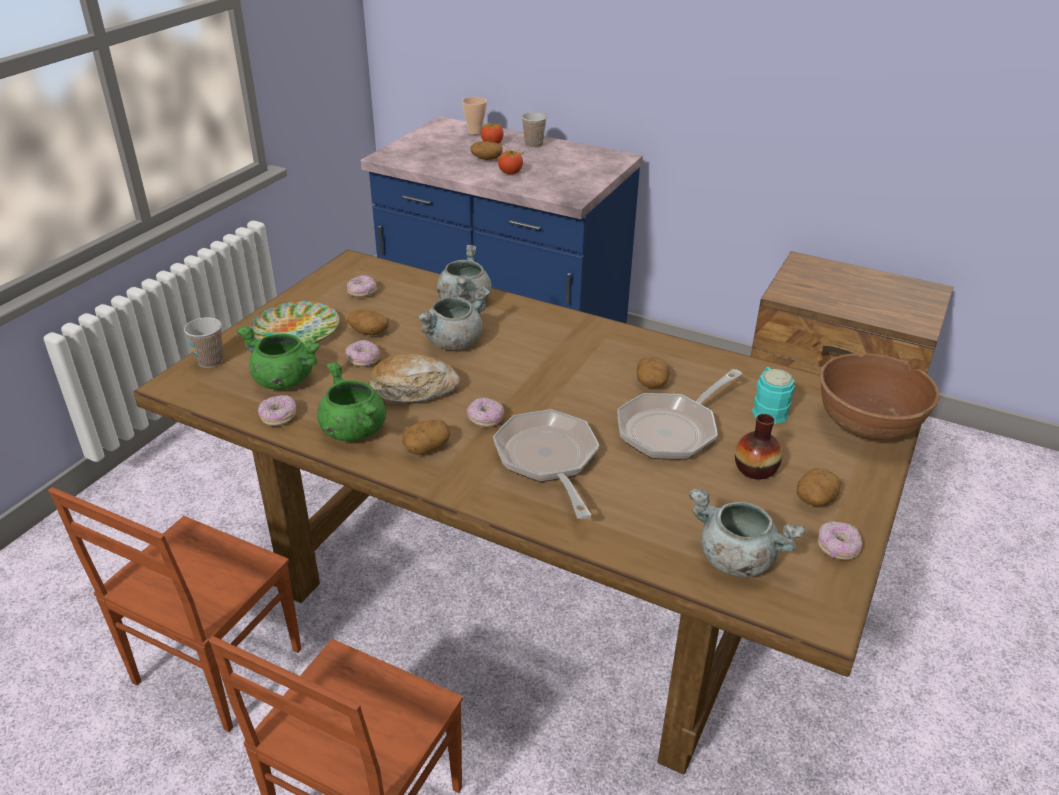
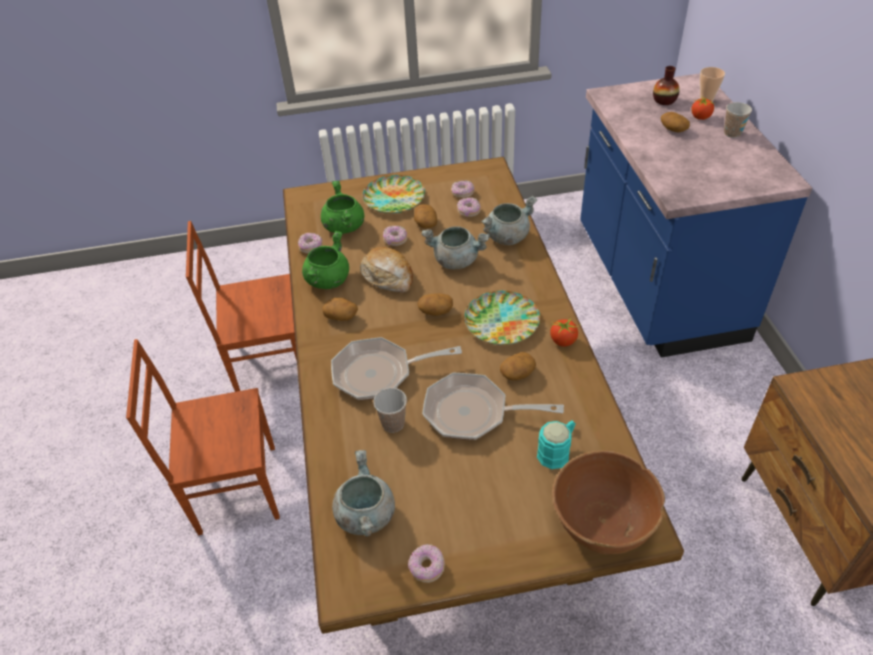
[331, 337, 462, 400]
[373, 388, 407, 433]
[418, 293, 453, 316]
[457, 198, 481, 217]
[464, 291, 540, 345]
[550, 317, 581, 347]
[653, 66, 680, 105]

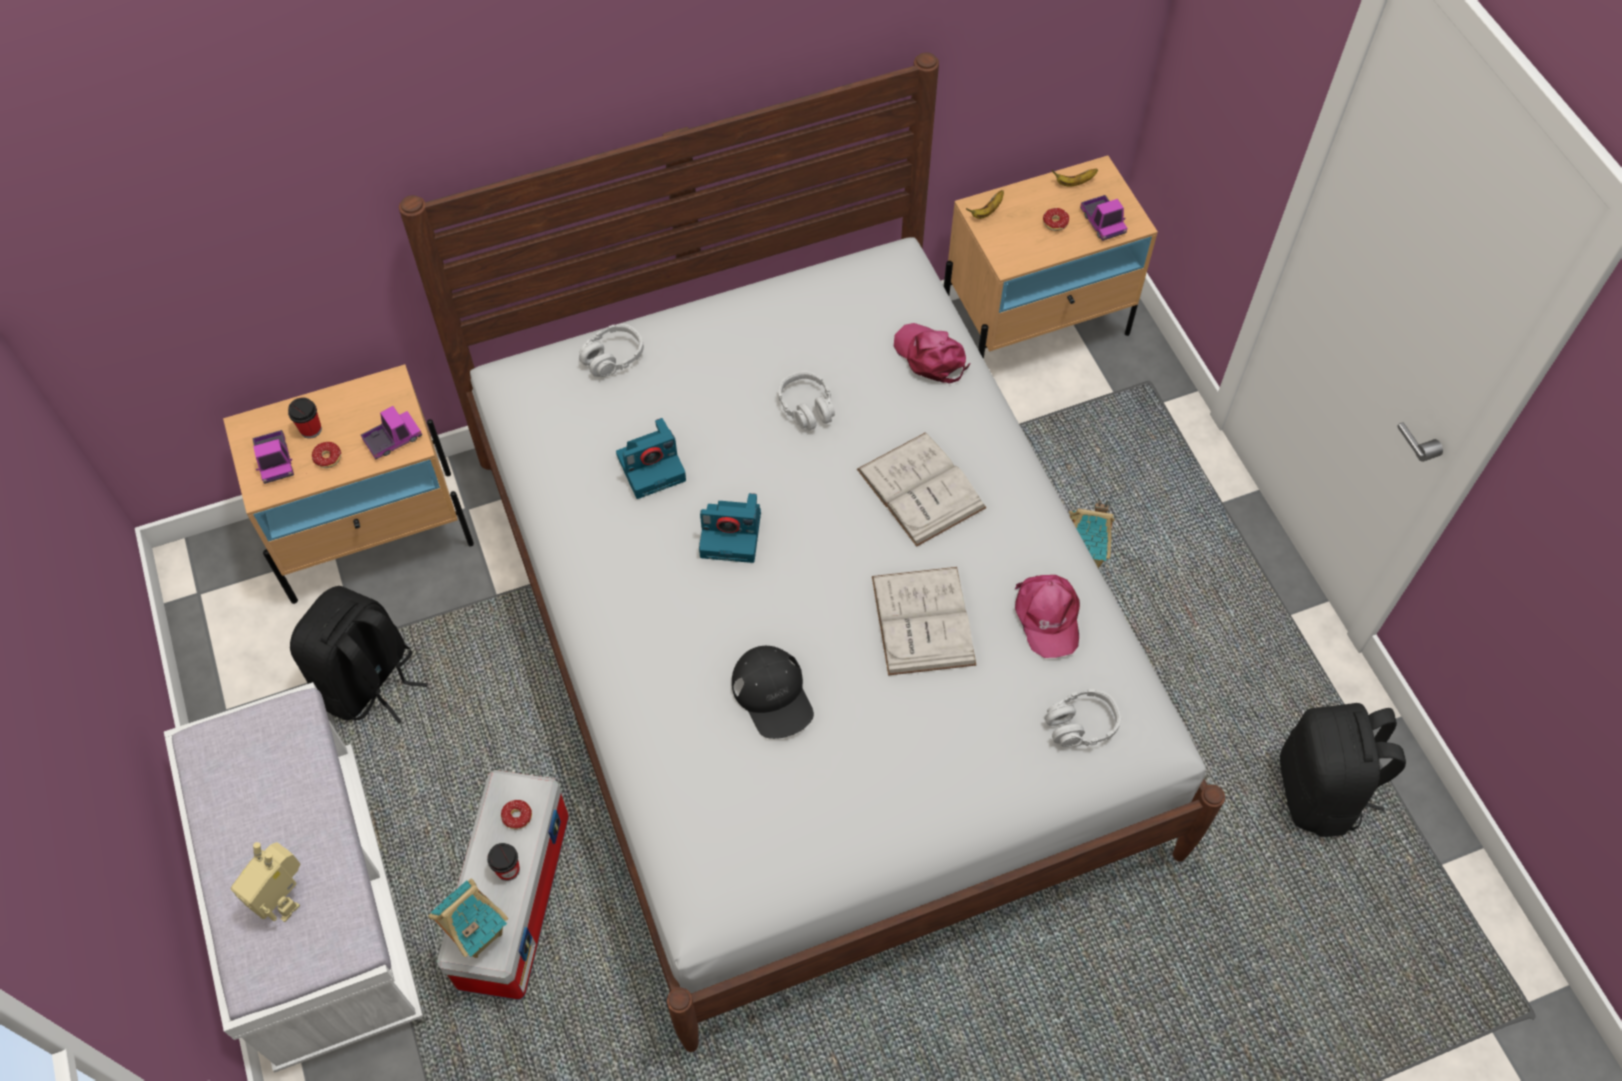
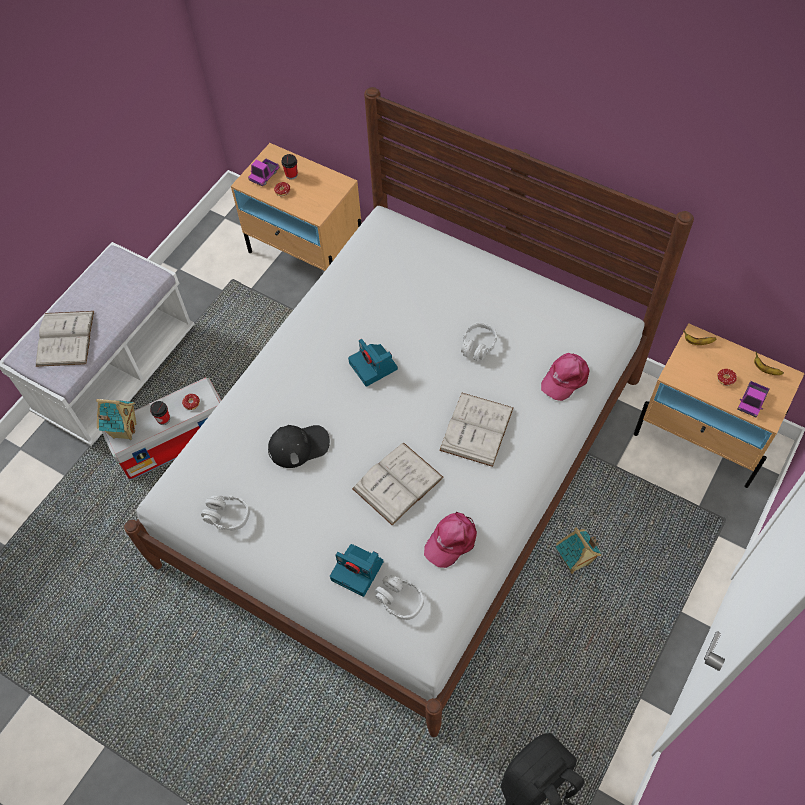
[36, 311, 94, 367]
[201, 495, 250, 531]
[268, 425, 330, 468]
[330, 544, 384, 597]
[541, 353, 590, 401]
[290, 586, 428, 724] (first image)
[361, 406, 422, 459] (first image)

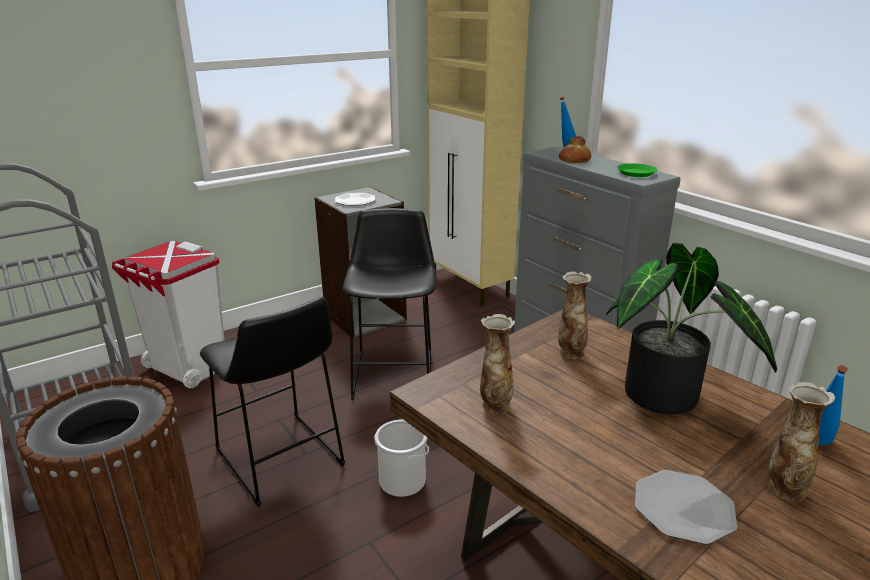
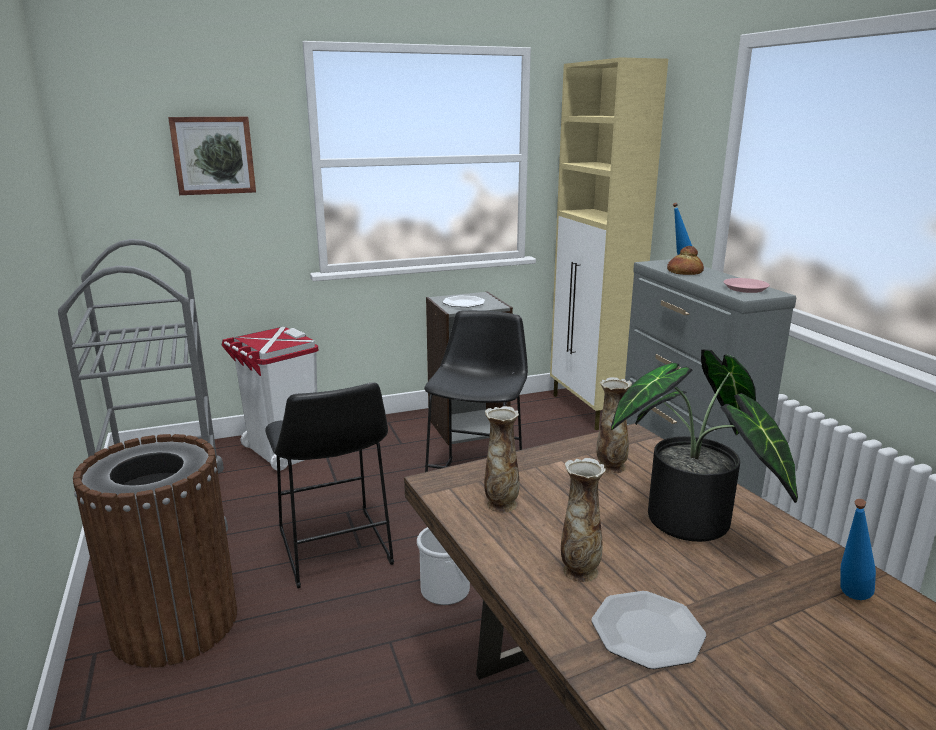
[168, 117, 256, 195]
[561, 458, 606, 582]
[724, 278, 770, 293]

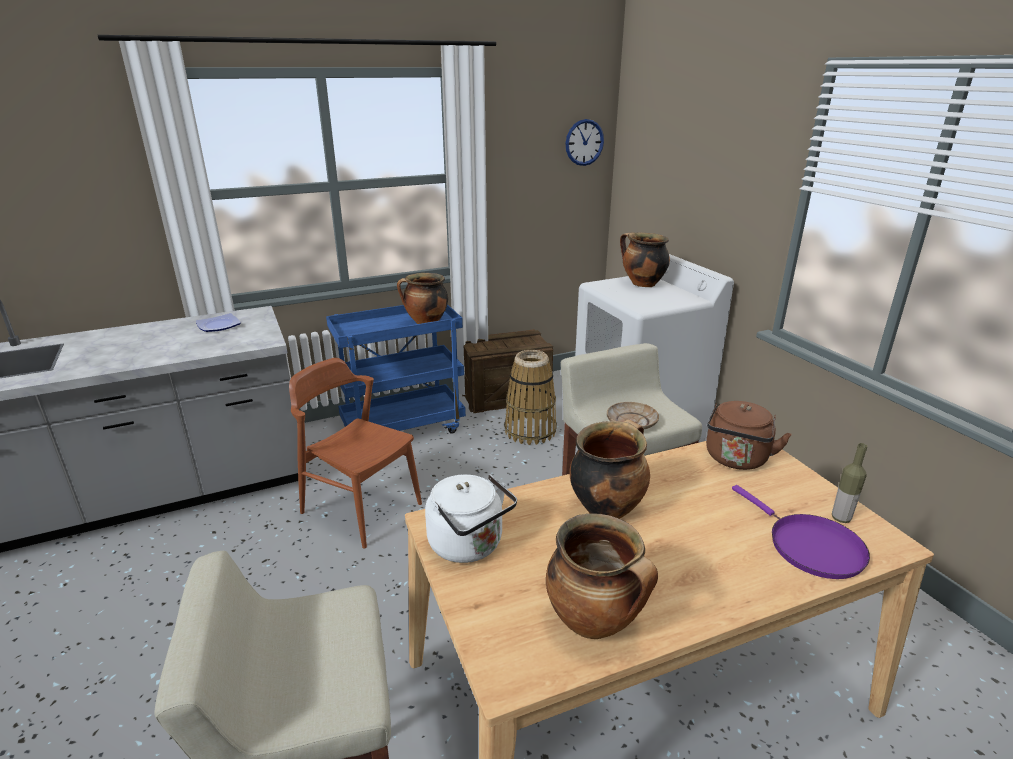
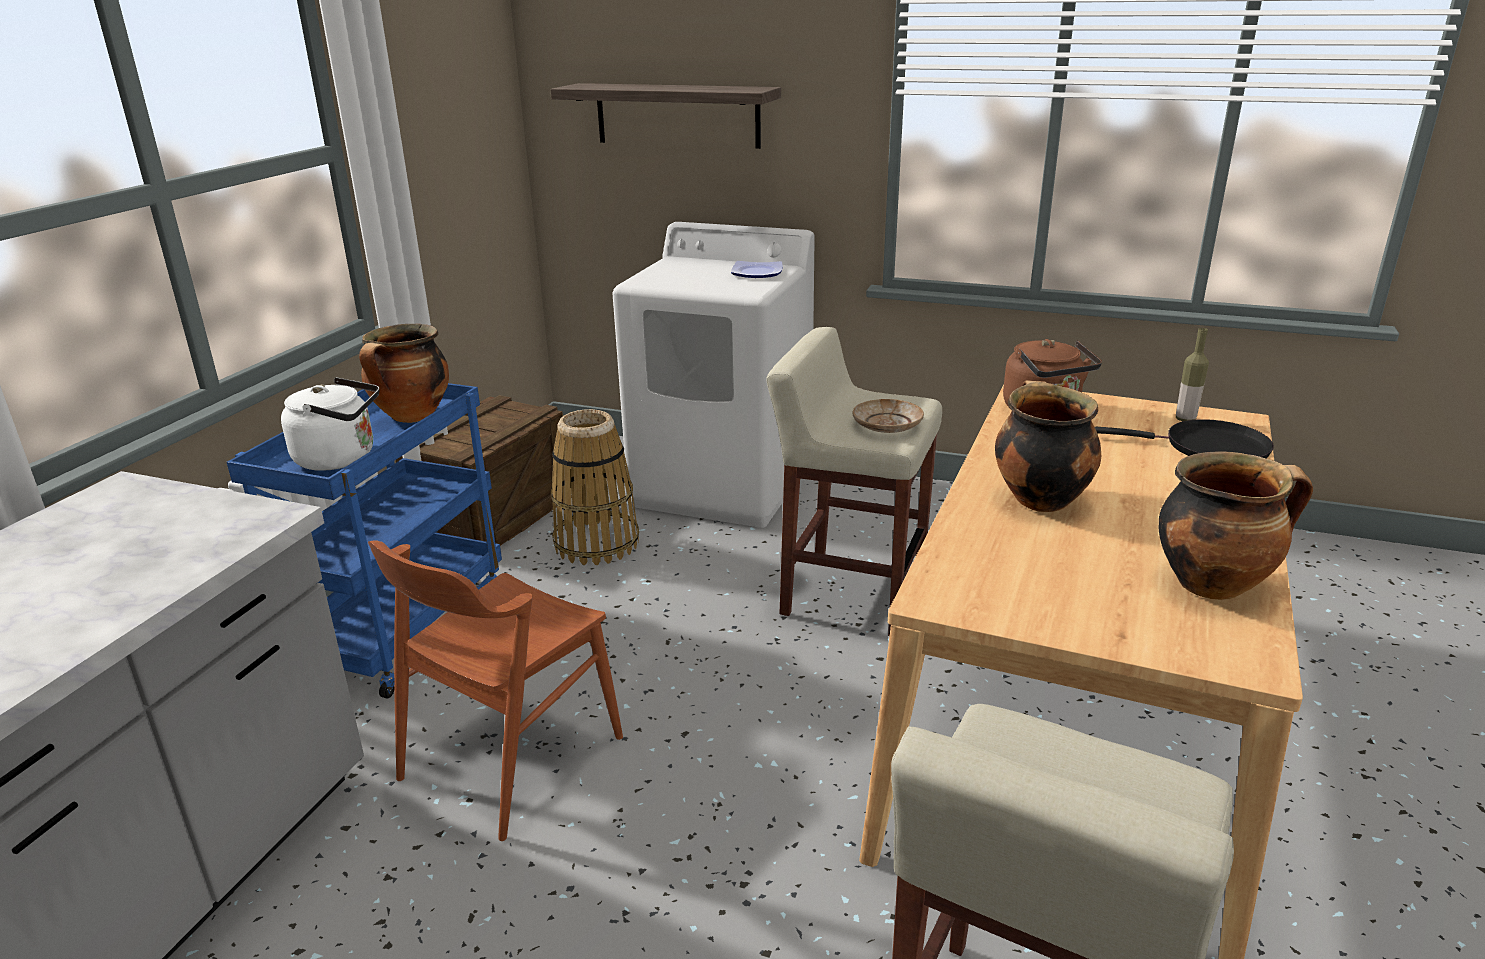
[281, 377, 379, 471]
[368, 540, 623, 841]
[550, 83, 781, 149]
[731, 261, 783, 278]
[1095, 419, 1274, 459]
[565, 119, 604, 166] (first image)
[620, 232, 670, 287] (first image)

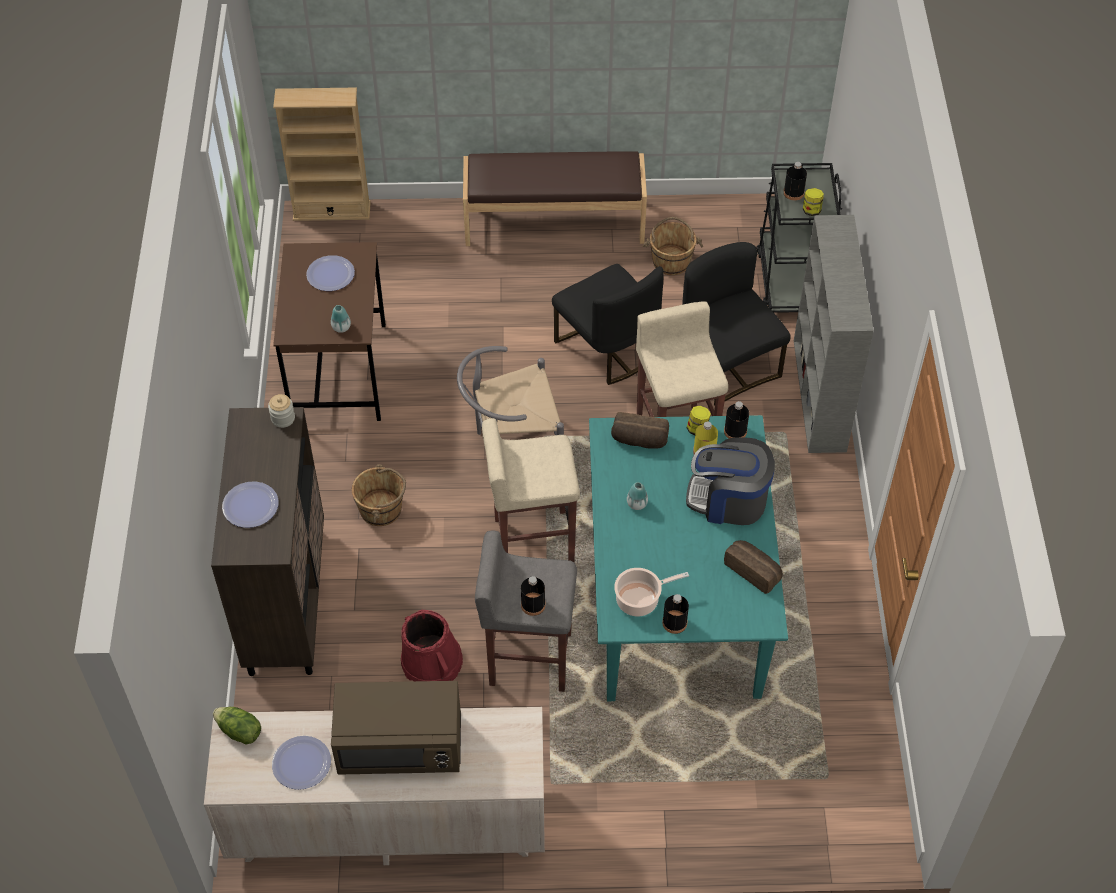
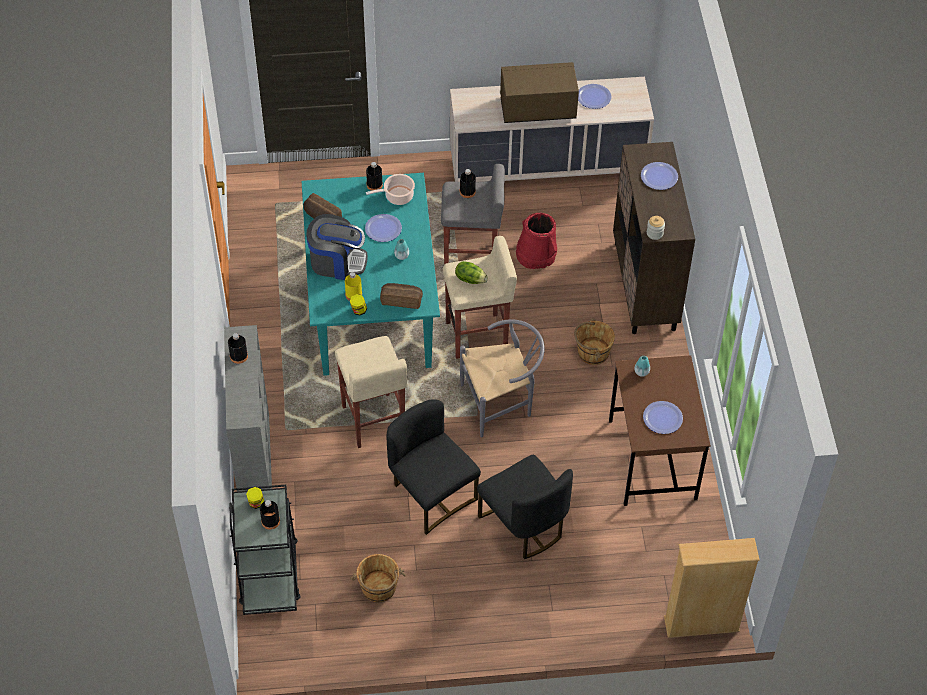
[228, 333, 248, 364]
[365, 214, 402, 242]
[455, 261, 488, 284]
[477, 454, 573, 559]
[463, 152, 647, 246] (first image)

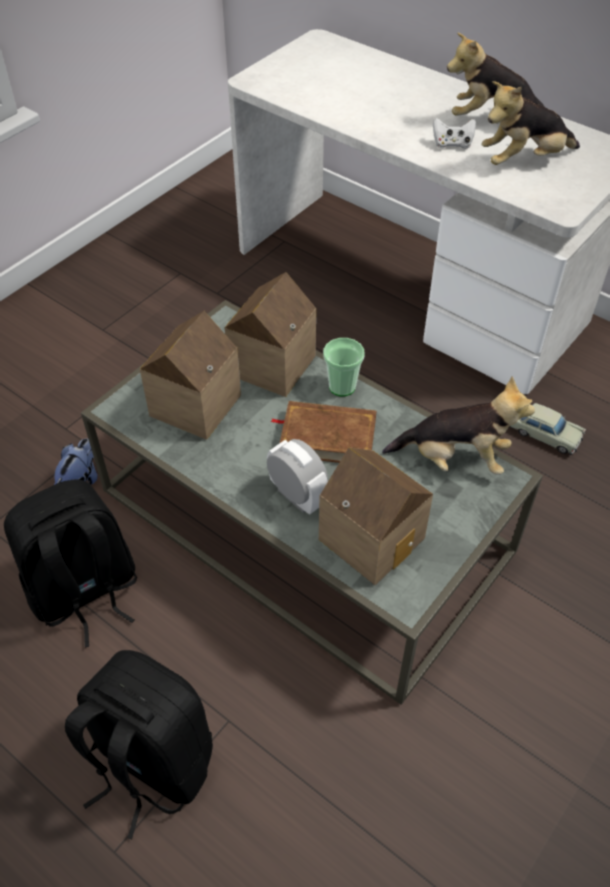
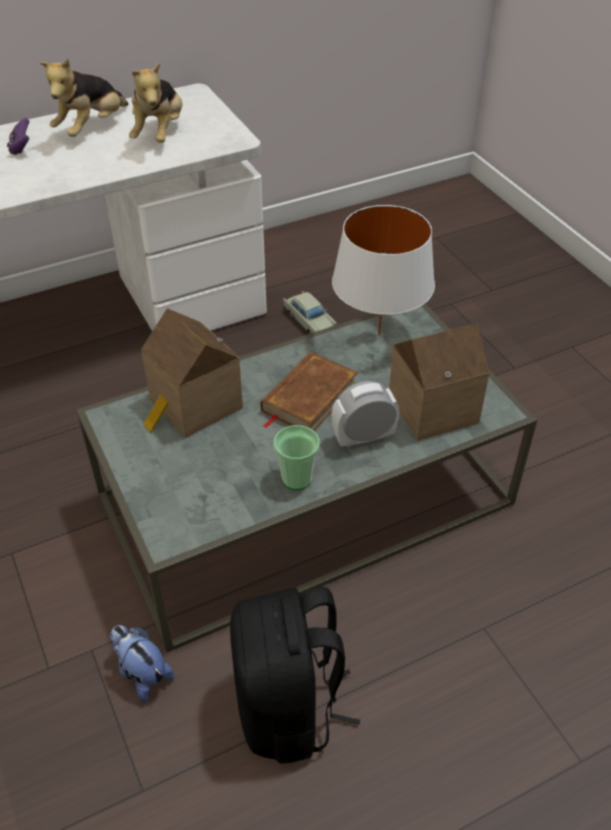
[7, 118, 30, 155]
[274, 425, 320, 490]
[283, 291, 338, 334]
[332, 205, 435, 335]
[65, 650, 213, 839] (first image)
[140, 311, 241, 440] (first image)
[433, 118, 476, 149] (first image)

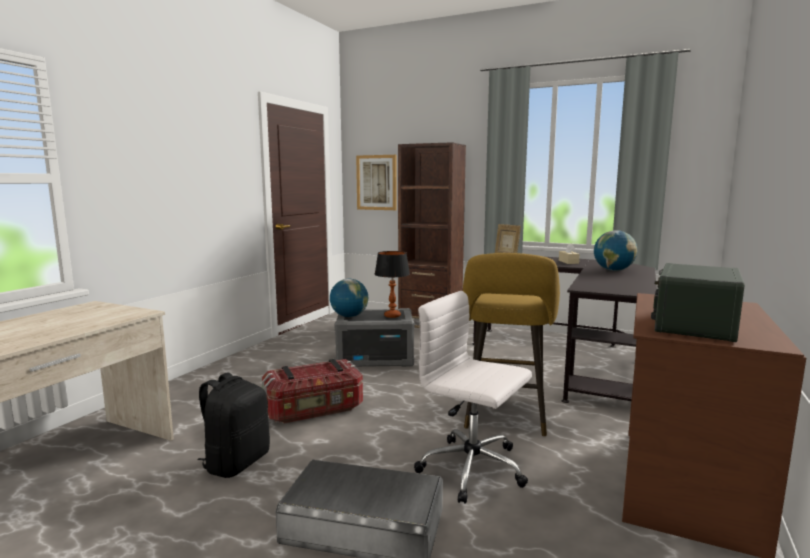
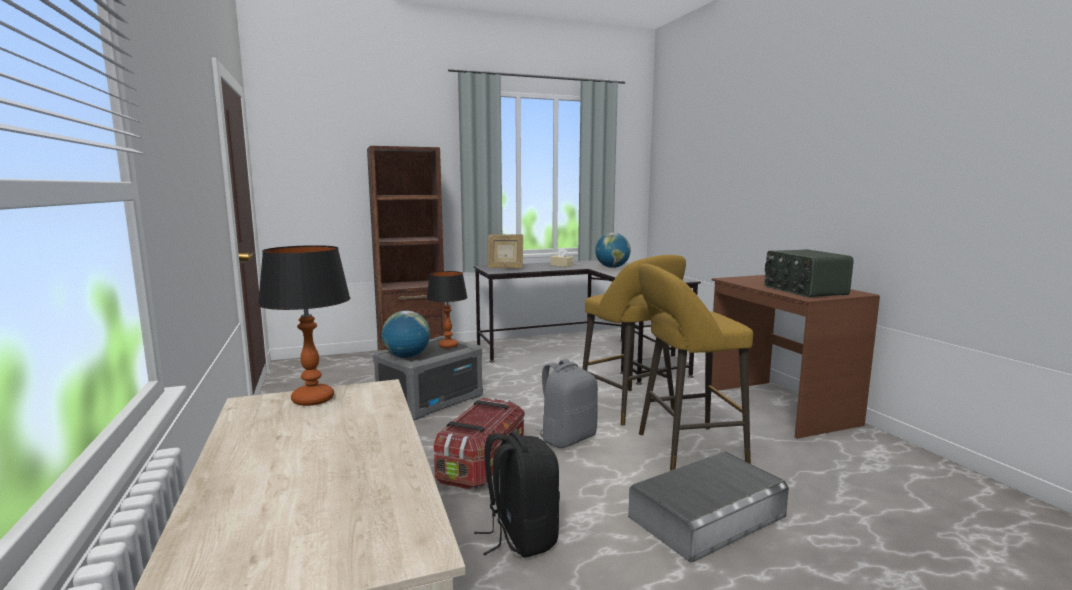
[258, 245, 350, 406]
[537, 359, 598, 448]
[639, 264, 753, 471]
[356, 155, 397, 210] (first image)

